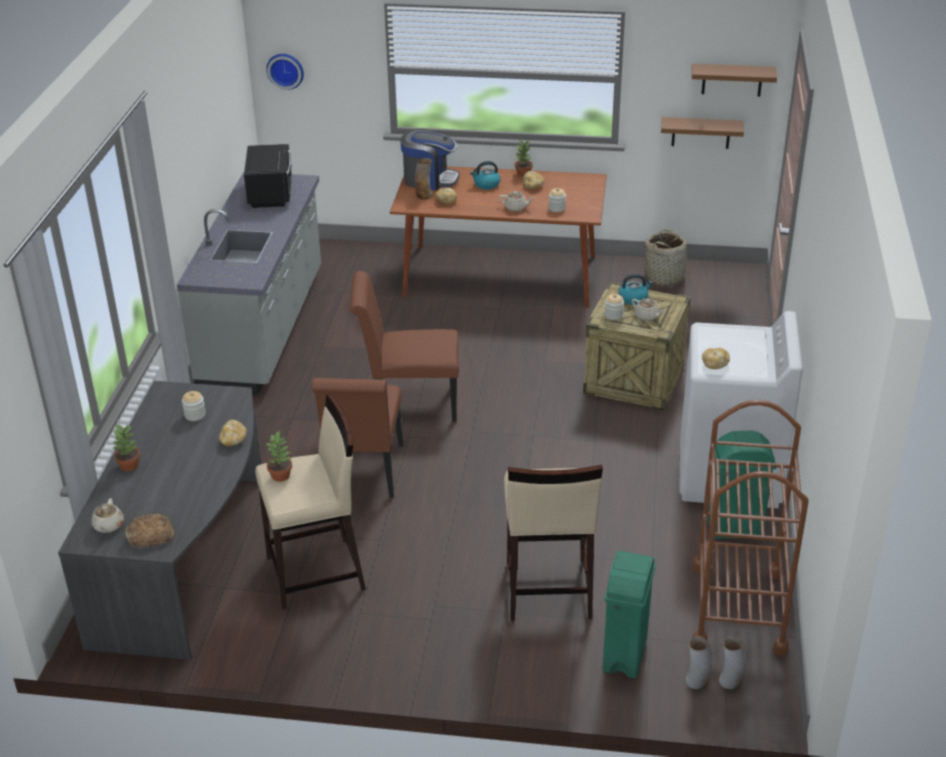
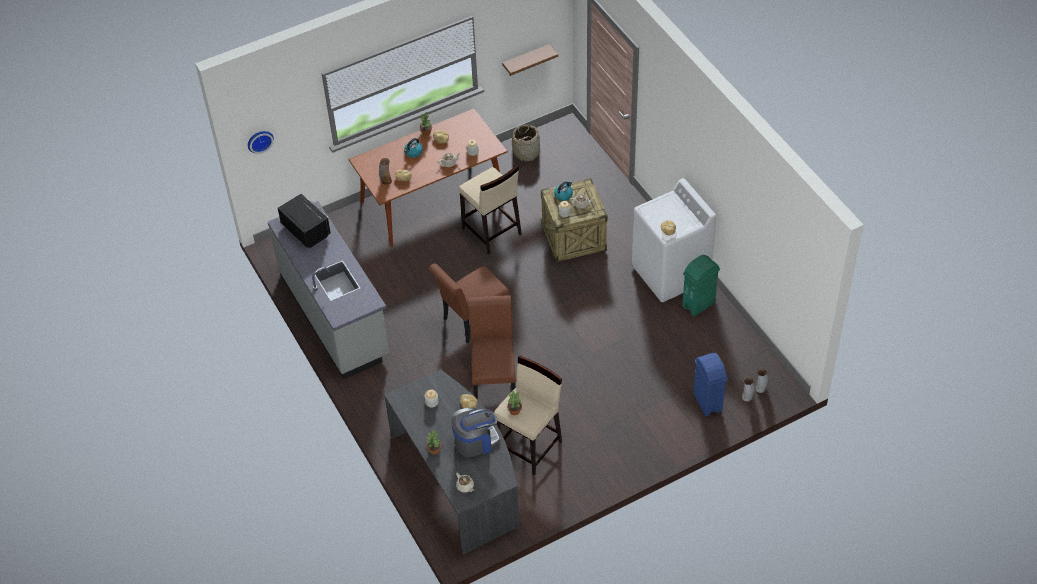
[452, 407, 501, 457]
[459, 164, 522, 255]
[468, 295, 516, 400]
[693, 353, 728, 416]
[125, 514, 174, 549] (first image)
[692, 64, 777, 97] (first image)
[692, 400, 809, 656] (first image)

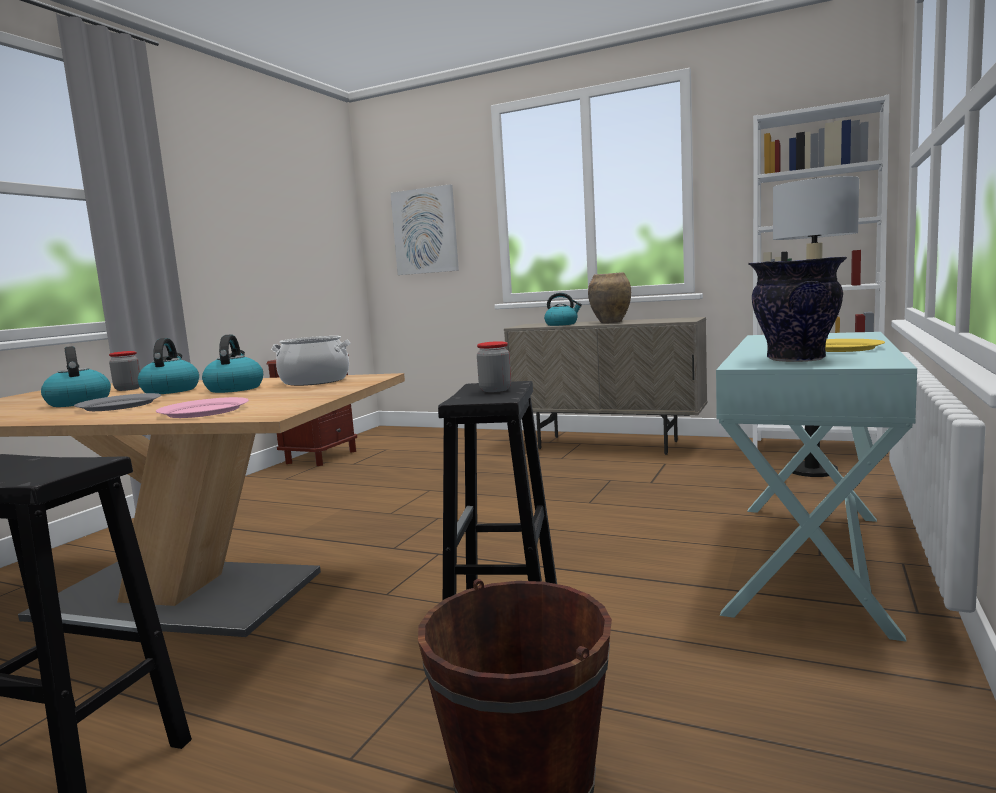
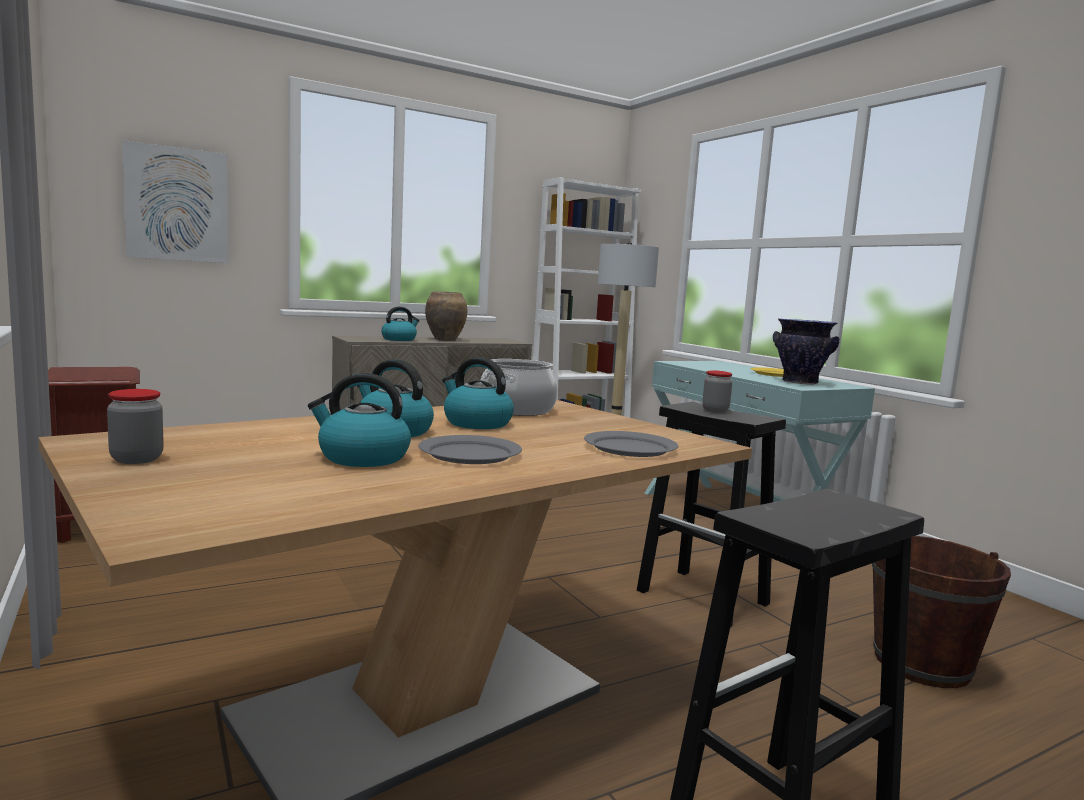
[107, 389, 164, 464]
[584, 431, 678, 457]

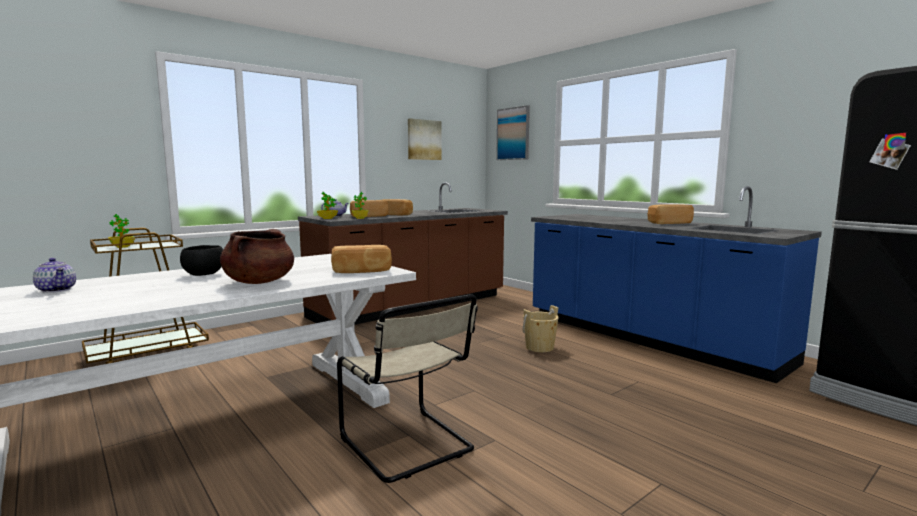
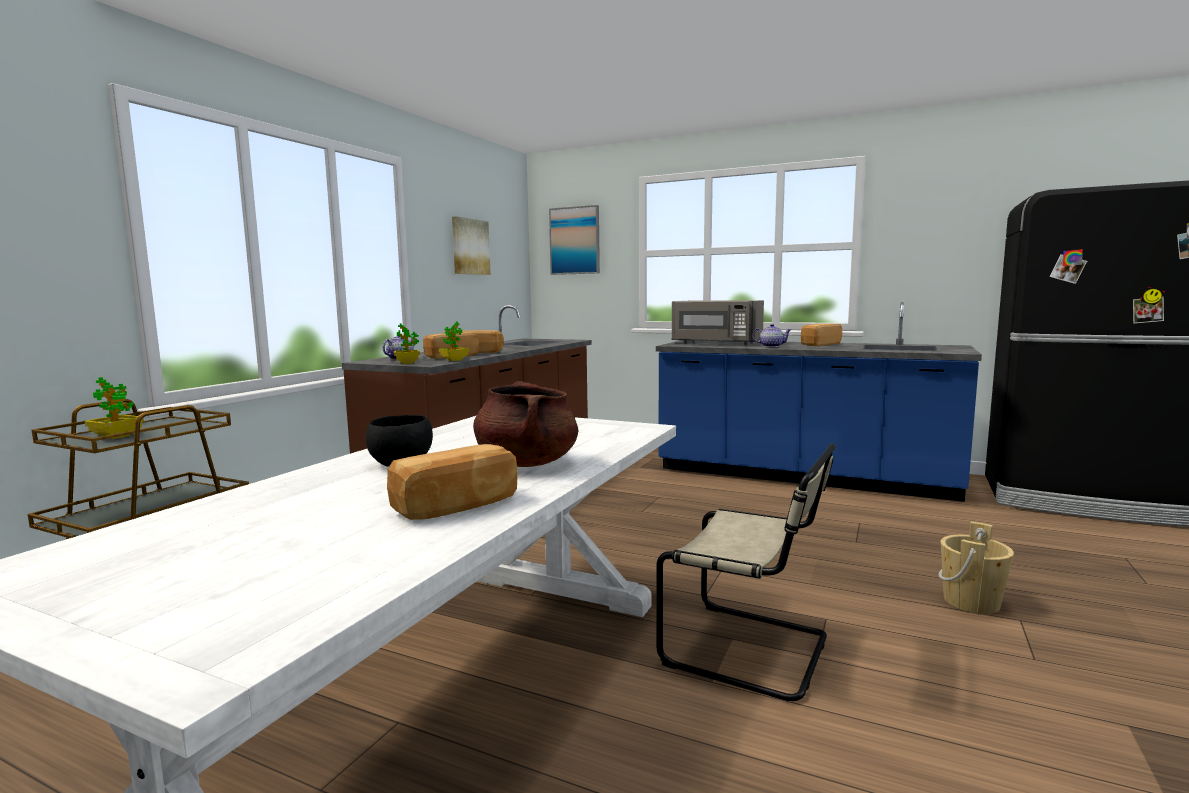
[387, 444, 518, 520]
[672, 300, 764, 345]
[752, 324, 792, 347]
[939, 522, 1014, 614]

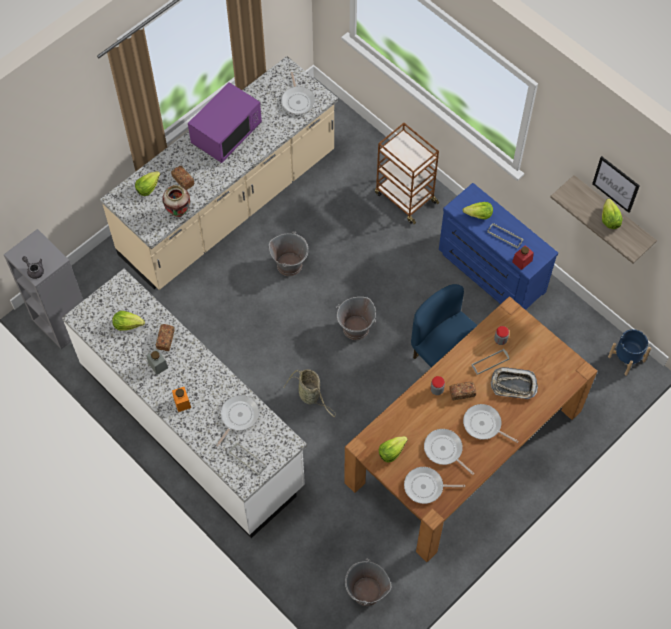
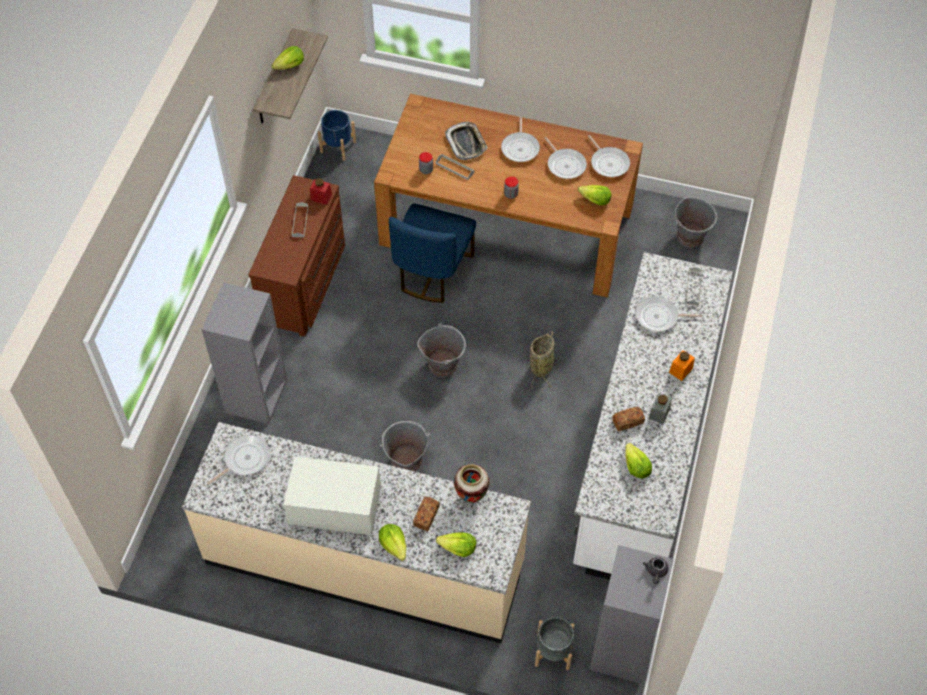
[202, 282, 287, 424]
[249, 175, 345, 337]
[283, 456, 381, 535]
[379, 524, 406, 561]
[535, 617, 574, 670]
[544, 137, 587, 179]
[449, 382, 476, 400] (first image)
[592, 156, 640, 213] (first image)

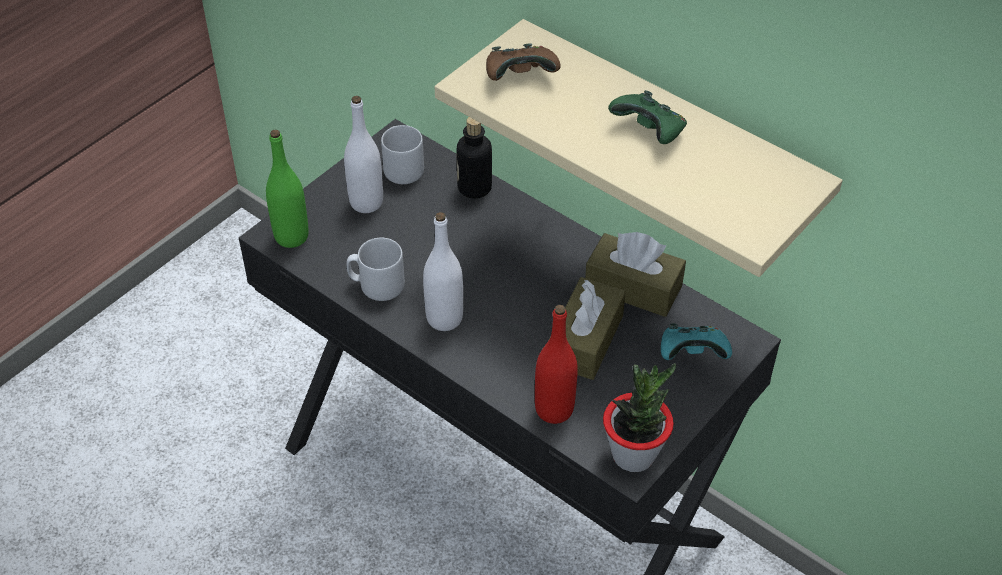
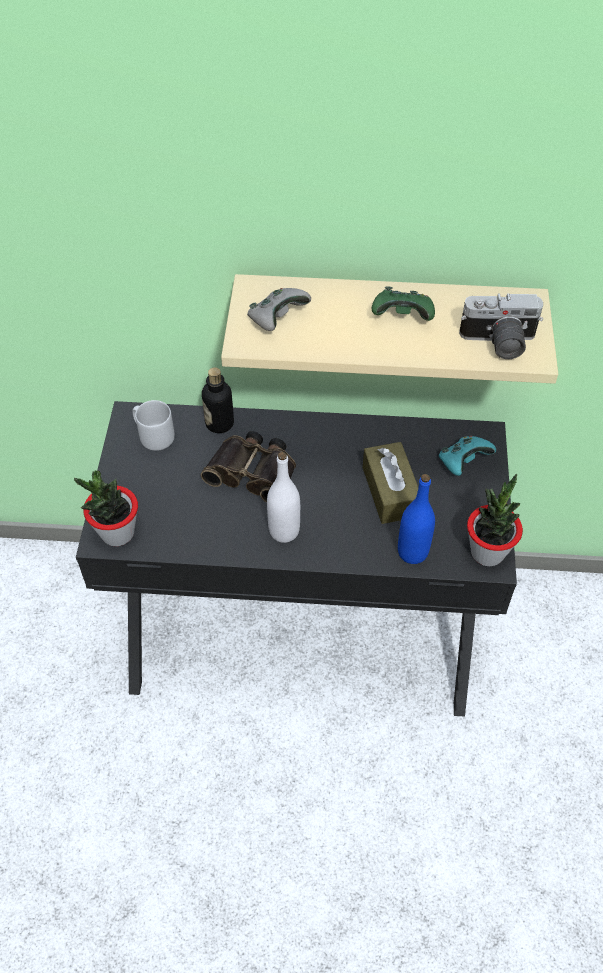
[74, 470, 138, 546]
[201, 431, 296, 503]
[247, 288, 311, 331]
[398, 474, 435, 564]
[459, 293, 543, 359]
[344, 96, 383, 213] (first image)
[346, 238, 405, 301] (first image)
[585, 232, 686, 317] (first image)

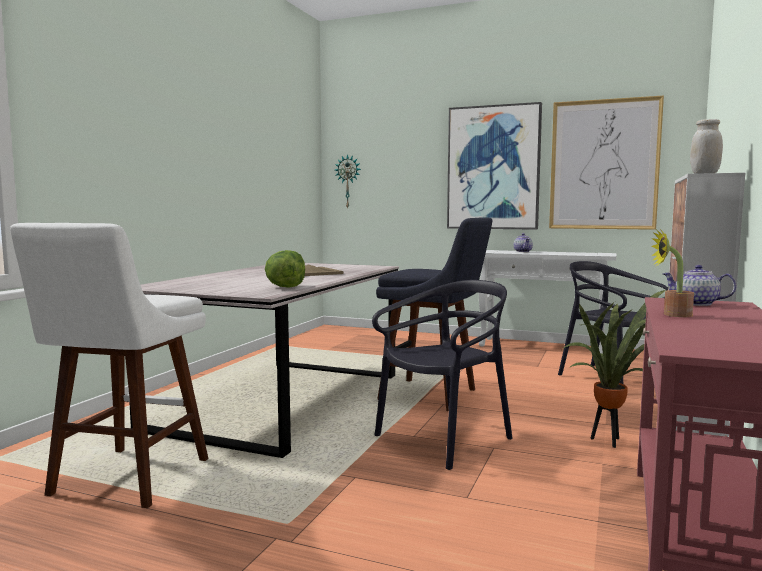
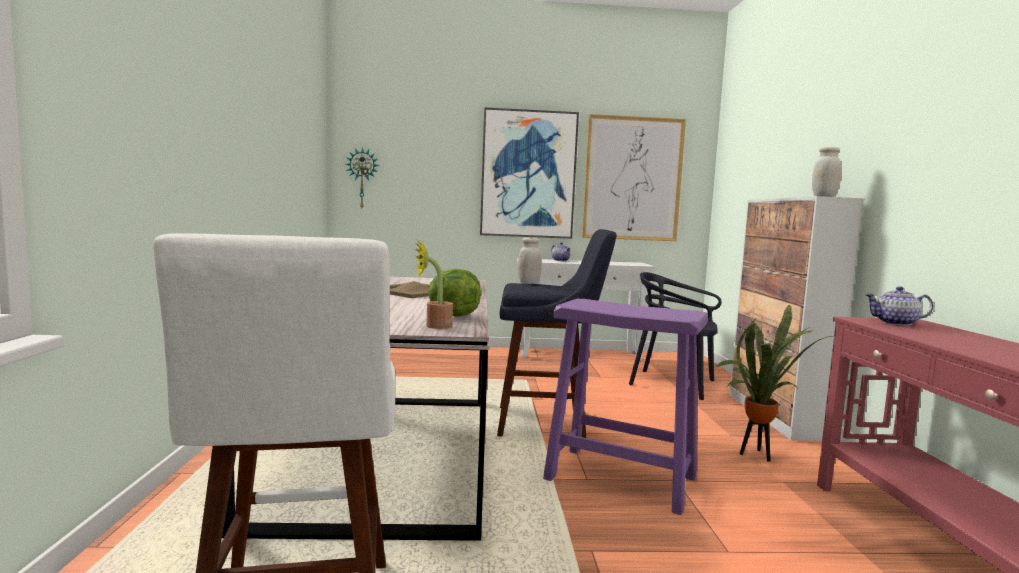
[415, 241, 453, 329]
[518, 238, 542, 284]
[543, 299, 708, 515]

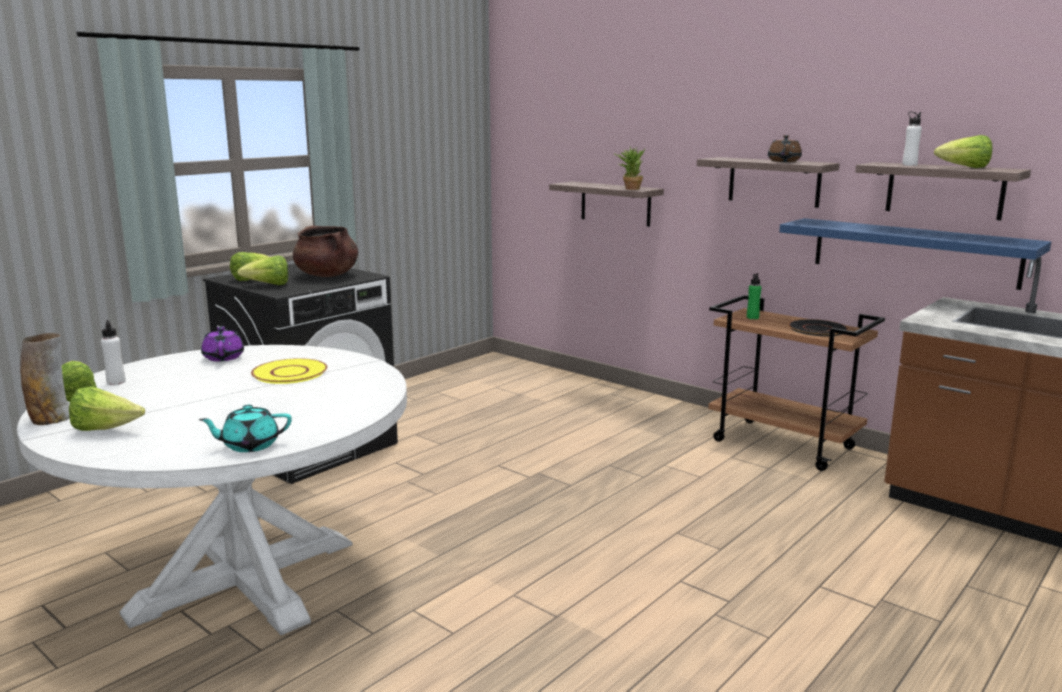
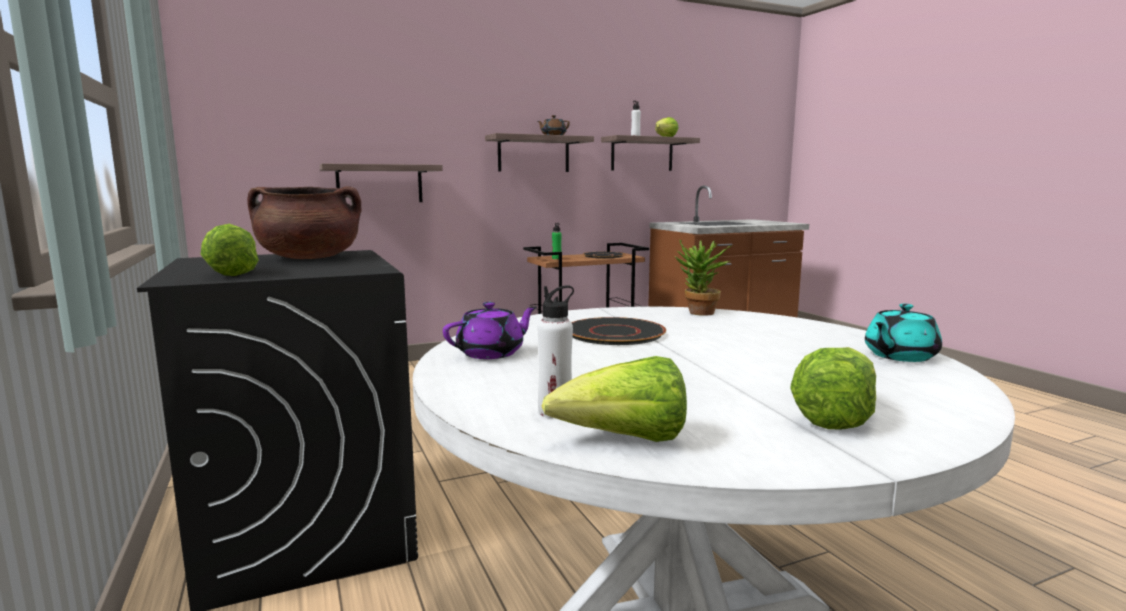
[443, 302, 537, 359]
[571, 317, 666, 345]
[675, 240, 731, 316]
[865, 304, 942, 362]
[20, 333, 70, 425] (first image)
[237, 256, 289, 285] (first image)
[779, 218, 1051, 290] (first image)

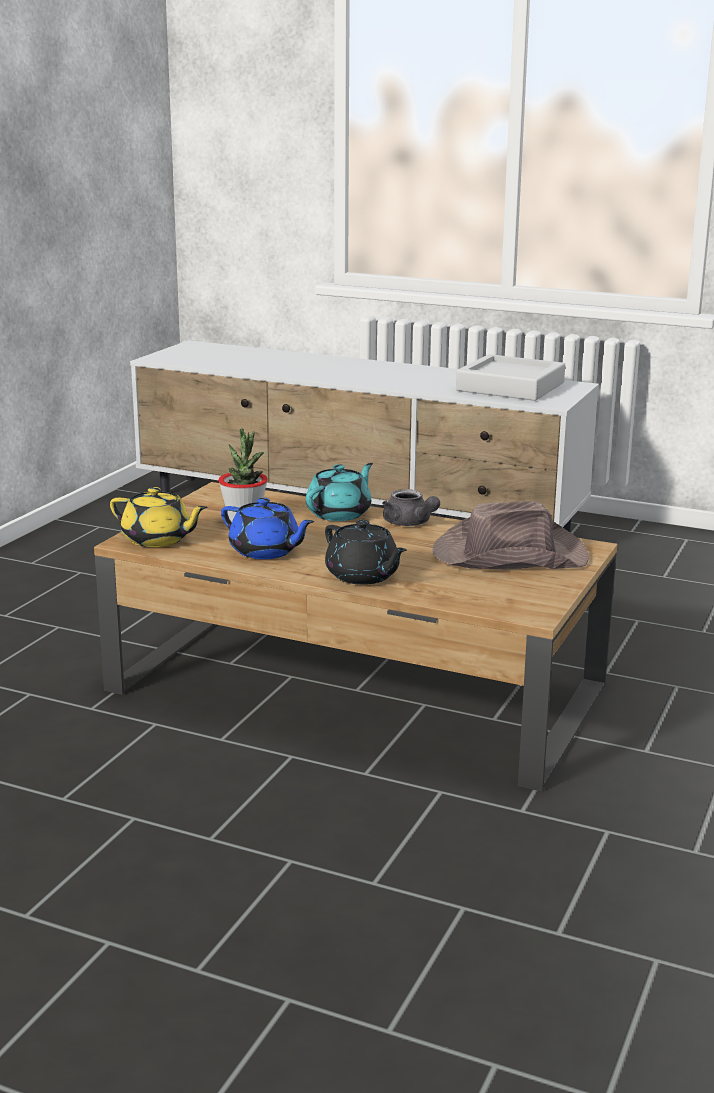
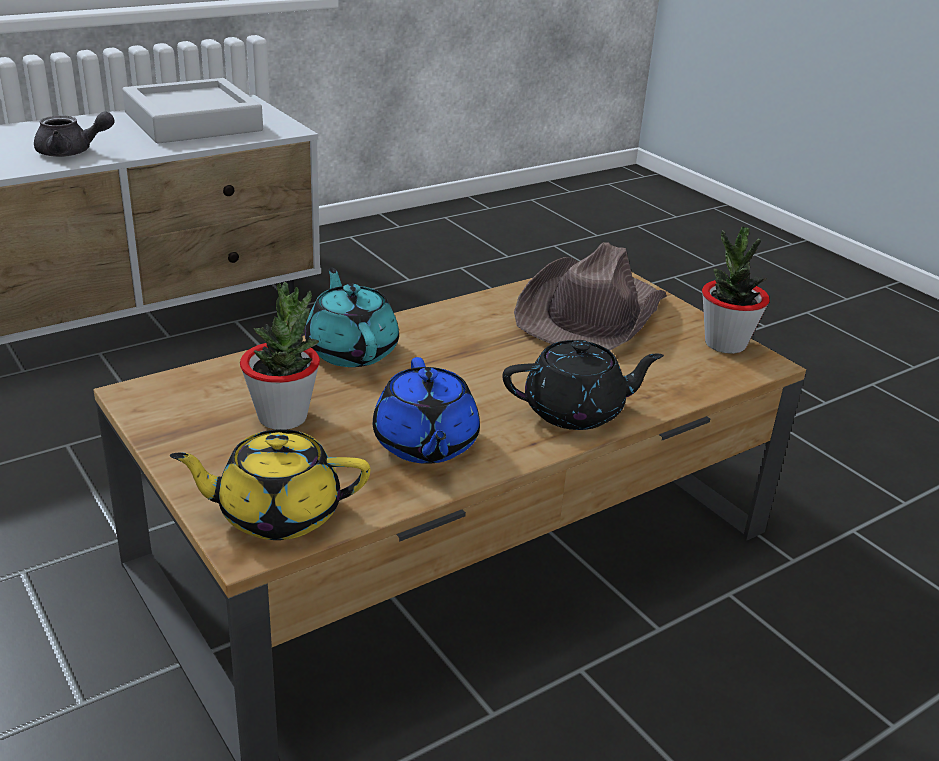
[34, 111, 115, 157]
[170, 429, 370, 540]
[373, 357, 480, 464]
[702, 227, 770, 354]

